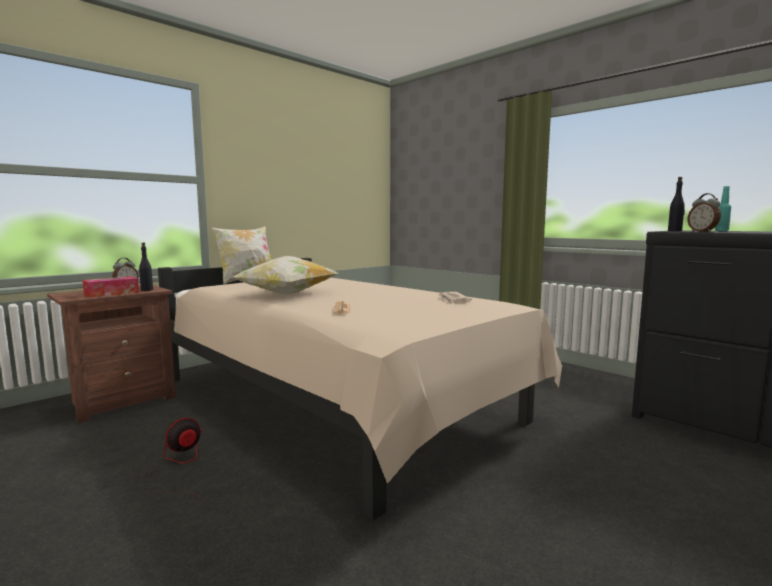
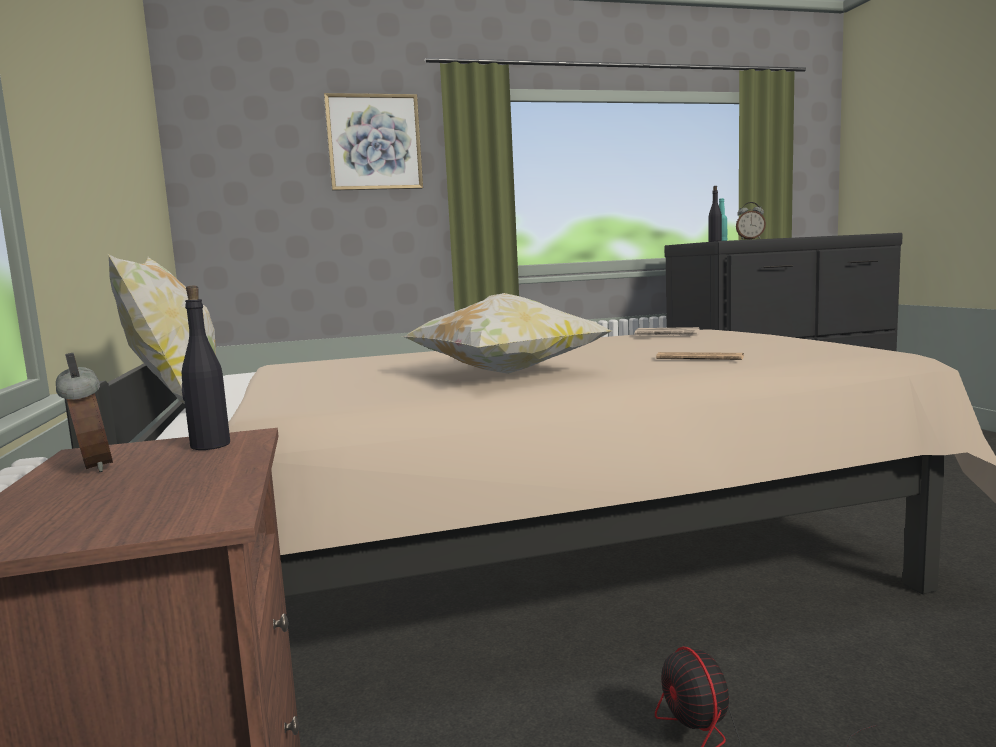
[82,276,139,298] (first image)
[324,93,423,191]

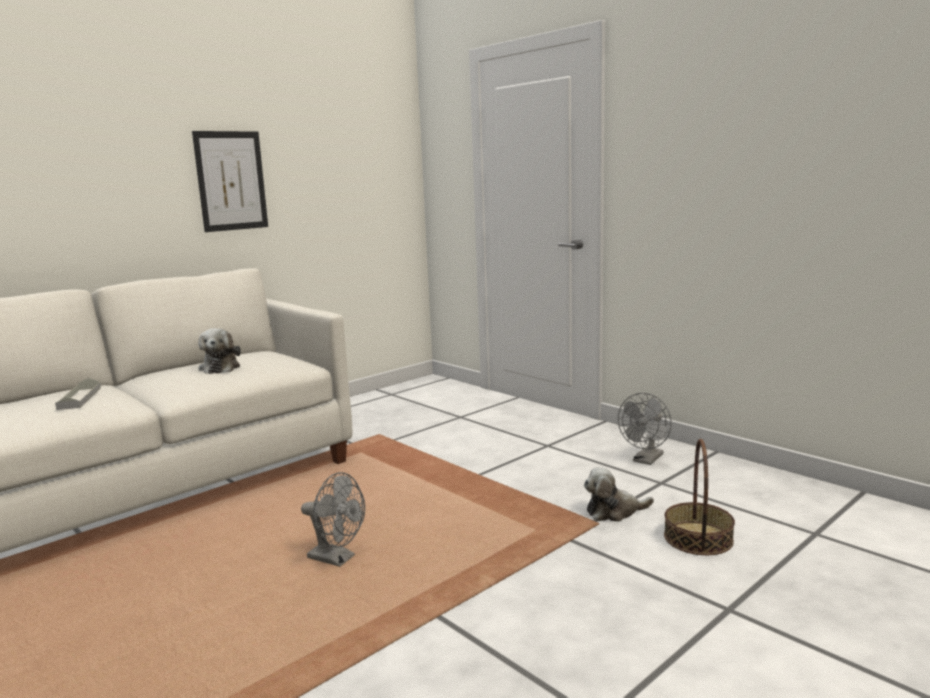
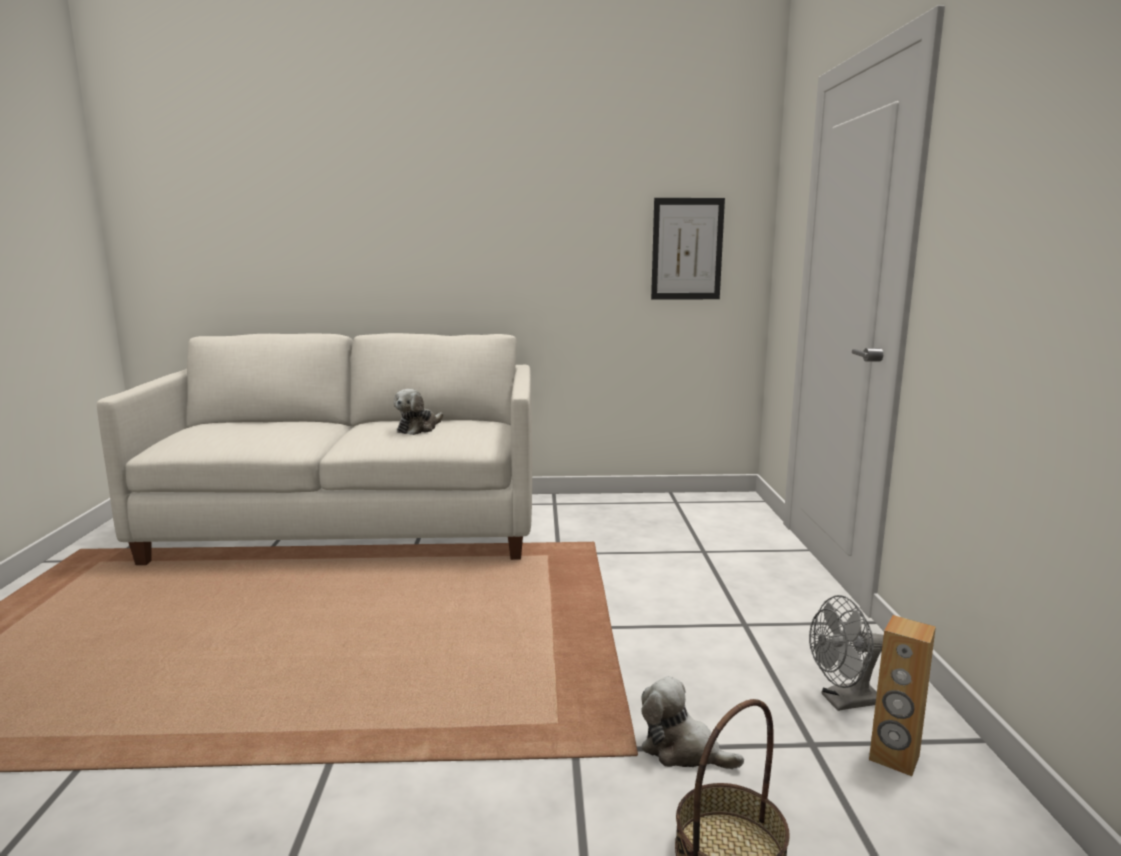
[651,198,725,299]
[55,378,101,410] (first image)
[301,472,365,567] (first image)
[869,615,936,776]

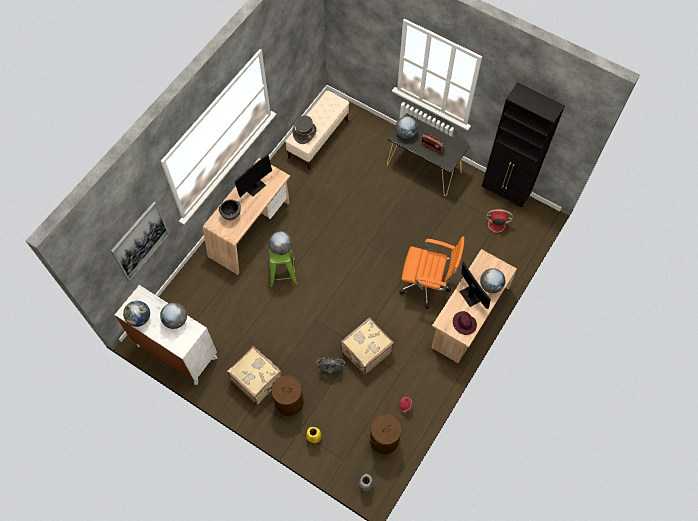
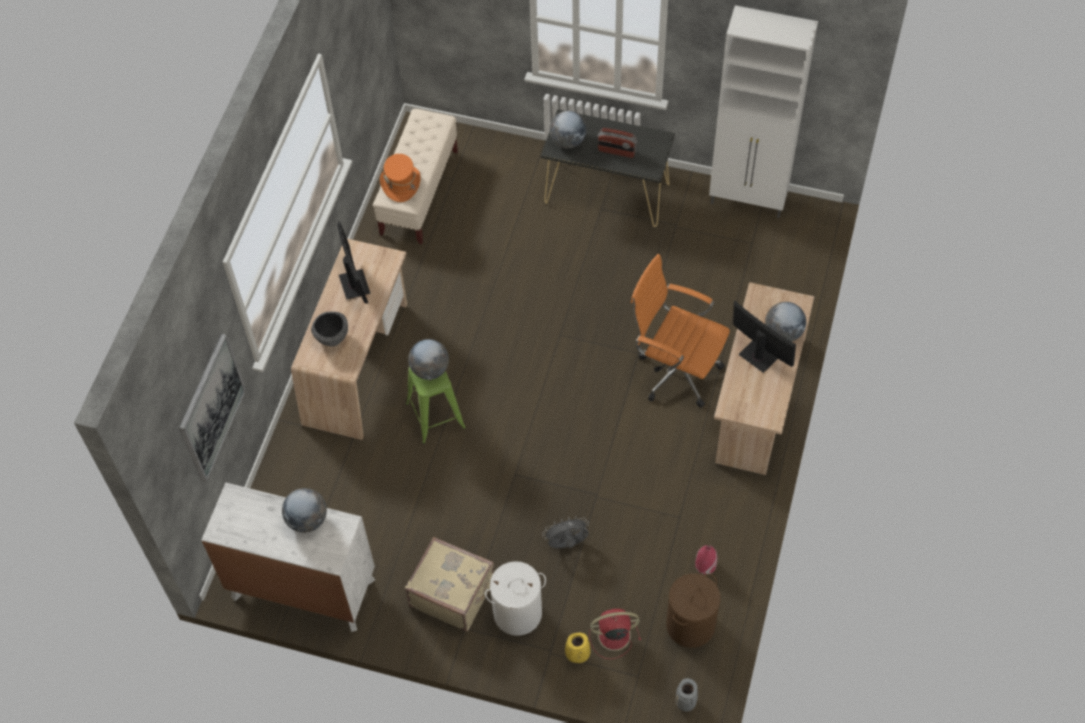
[709,5,818,218]
[380,154,421,202]
[337,221,371,303]
[589,609,641,659]
[631,254,730,408]
[123,301,150,327] (first image)
[453,311,477,335] (first image)
[341,317,394,375] (first image)
[485,561,546,636]

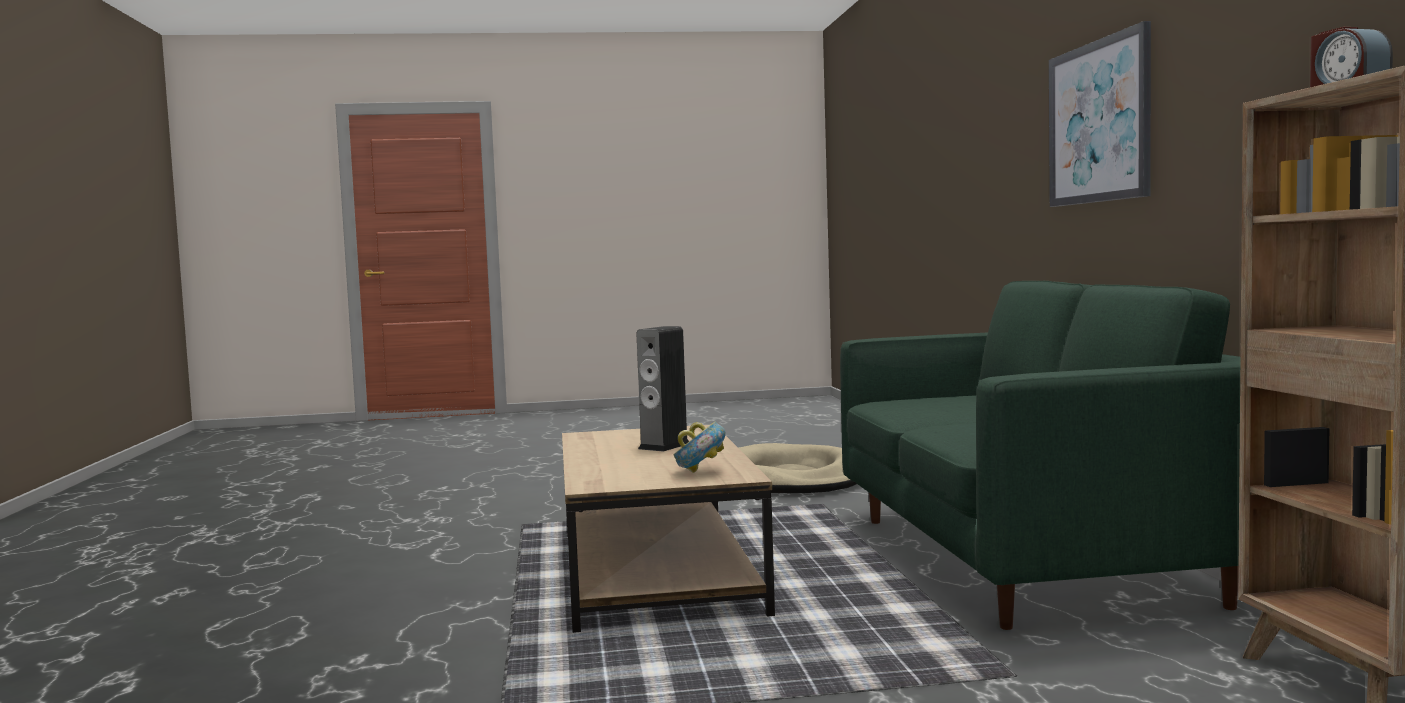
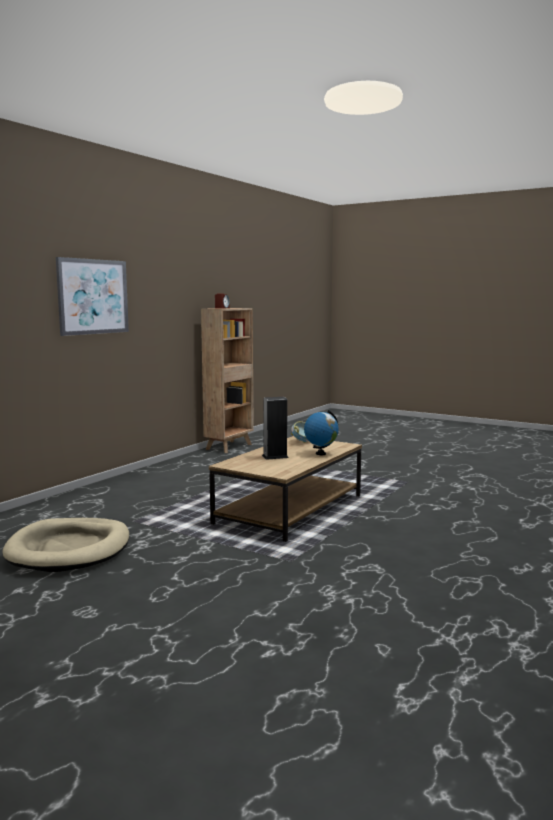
[840,281,1240,630] (first image)
[304,410,339,455]

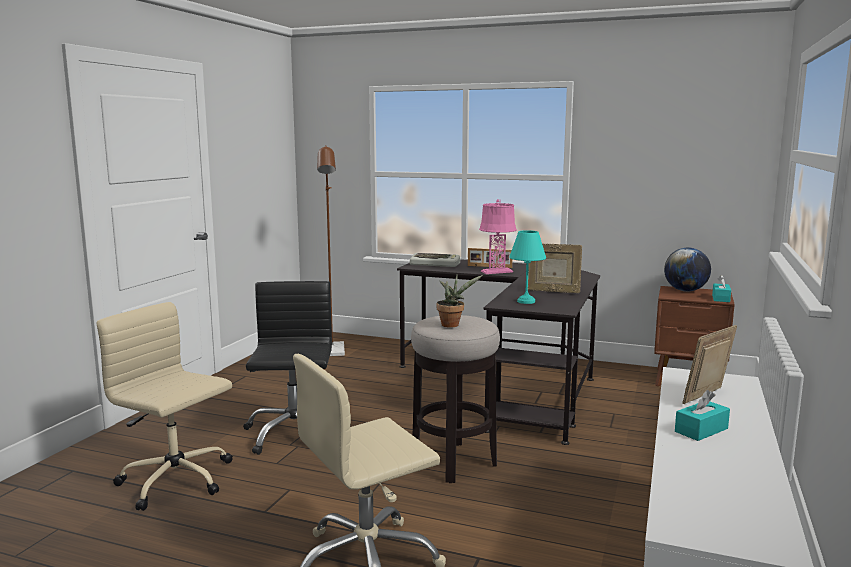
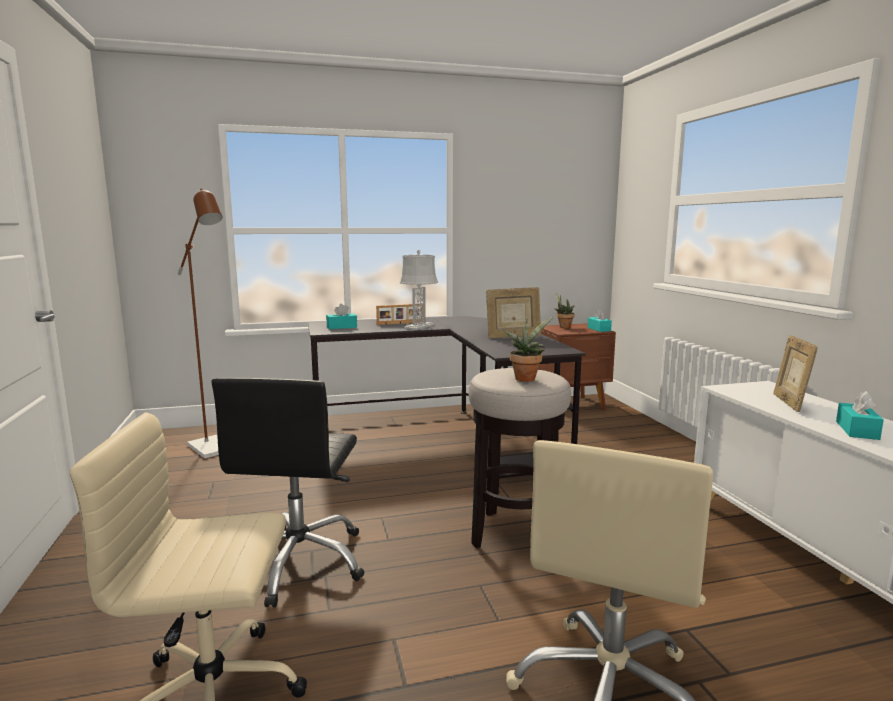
[399,250,438,330]
[509,230,546,304] (first image)
[554,293,574,328]
[326,303,357,329]
[212,378,364,608]

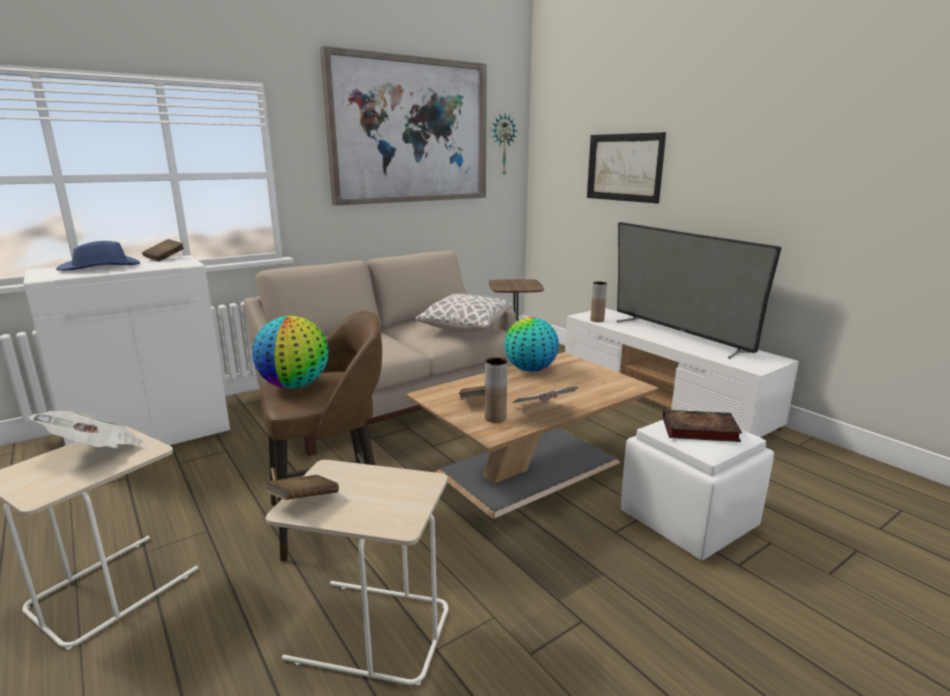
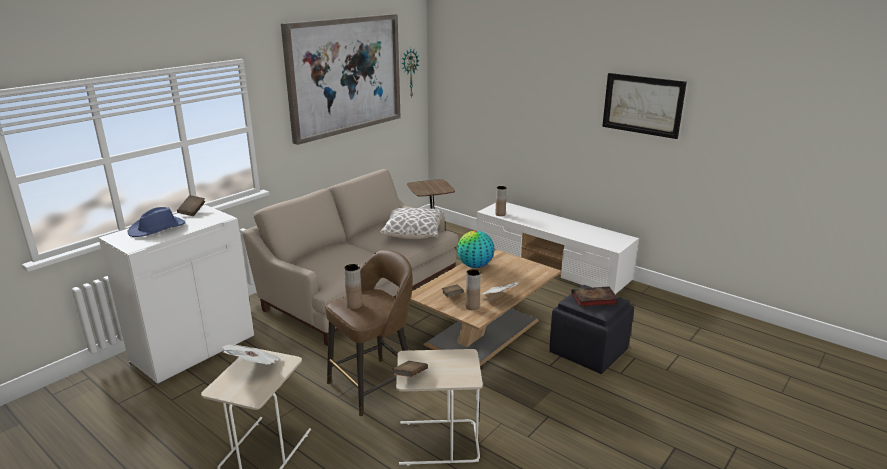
[602,73,687,139]
[617,222,781,359] (first image)
[344,264,362,309]
[549,285,634,374]

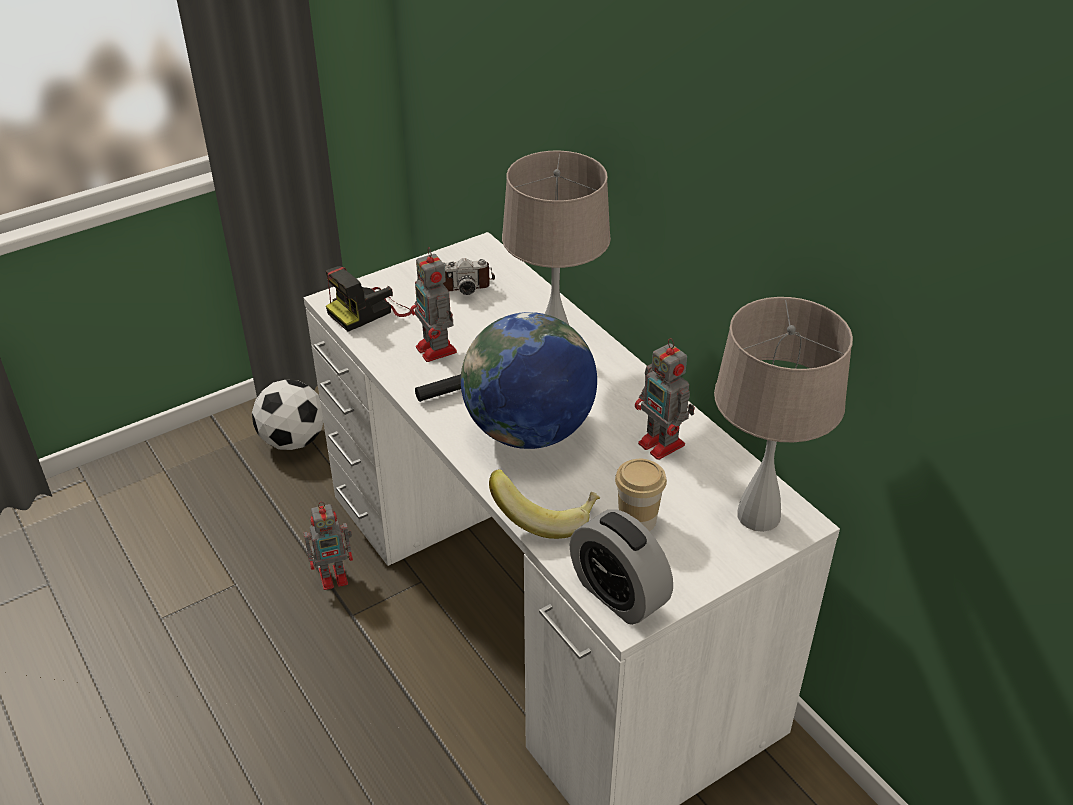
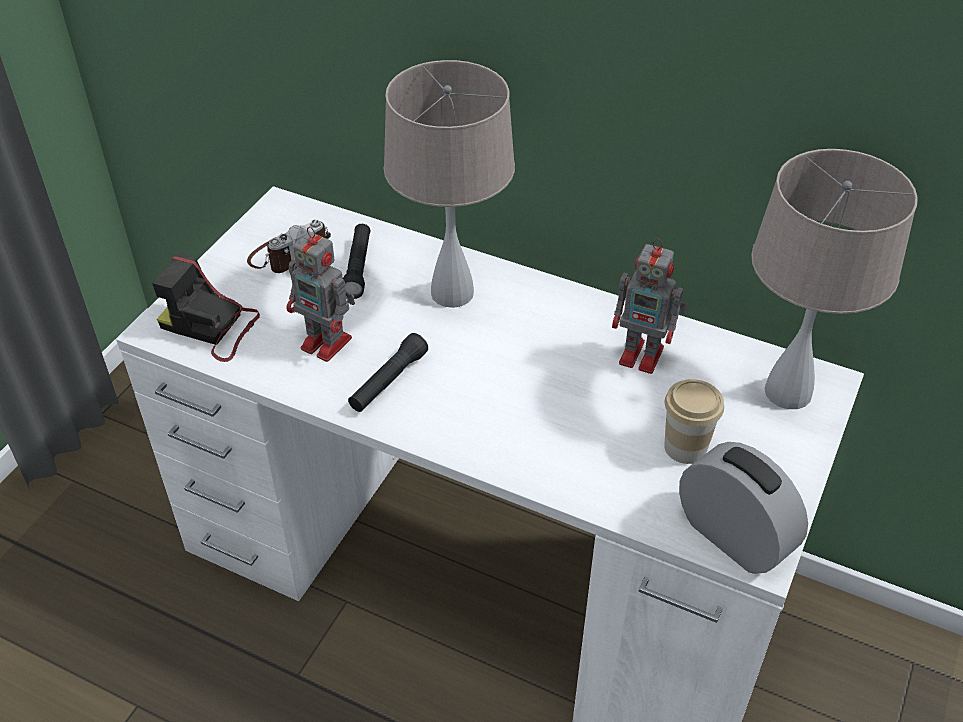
[152,253,260,362]
[461,312,597,449] (first image)
[252,380,323,450] (first image)
[489,469,600,539] (first image)
[304,502,353,590] (first image)
[679,442,808,574]
[343,224,370,299]

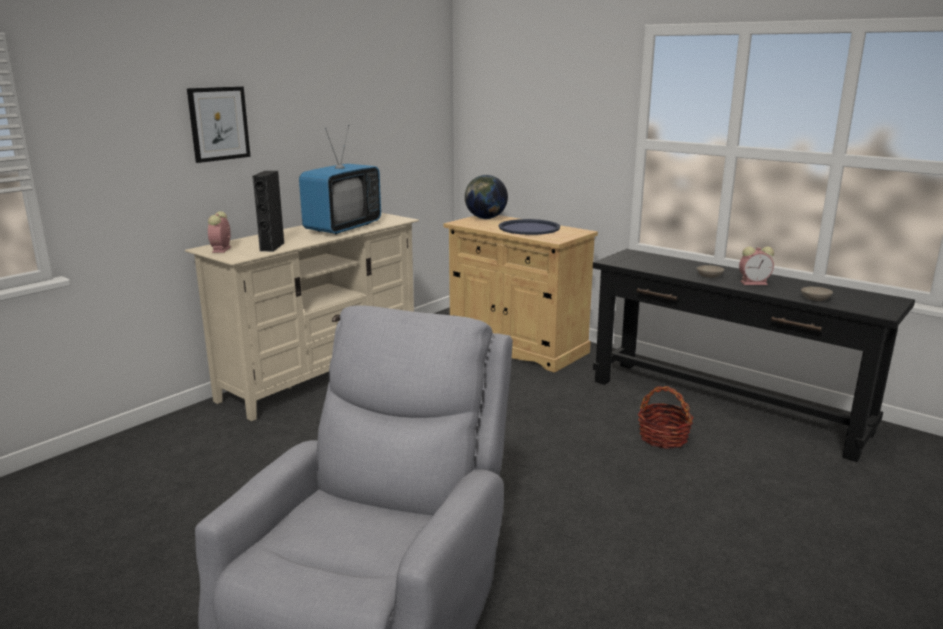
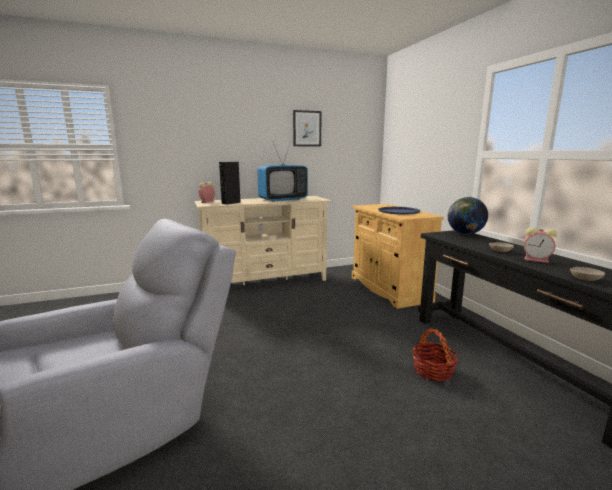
[293,110,322,147]
[448,197,488,235]

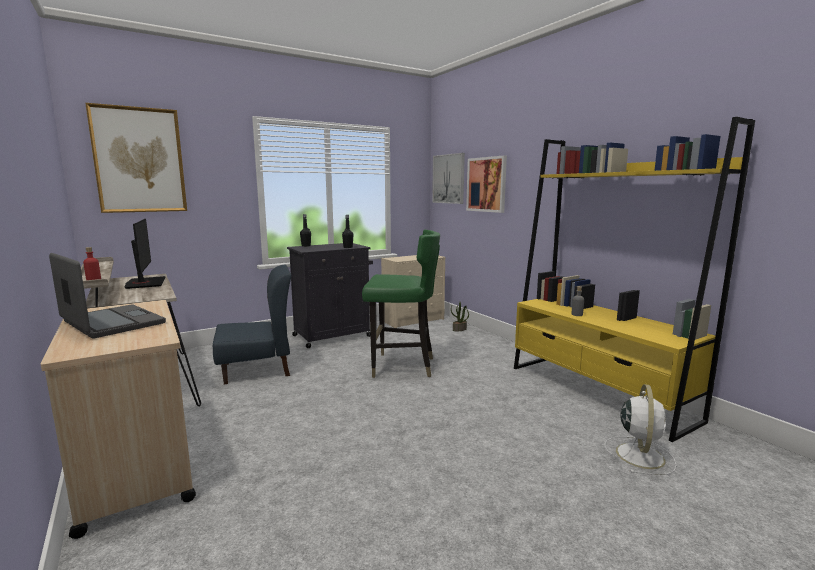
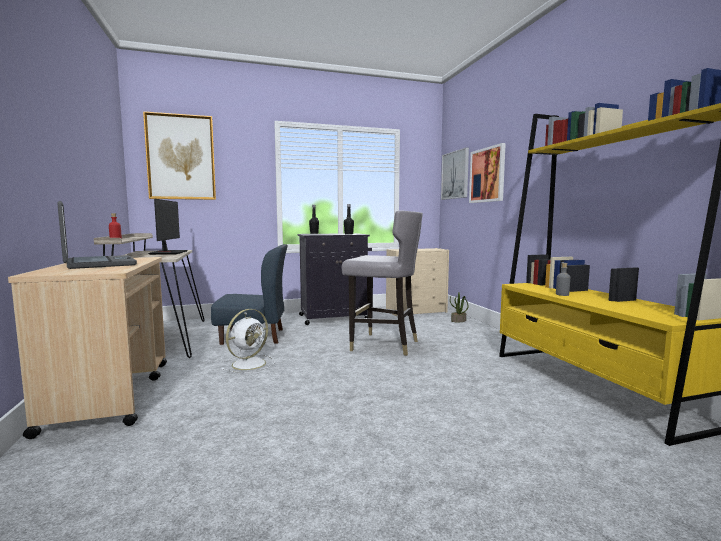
[342,210,423,356]
[221,309,275,373]

